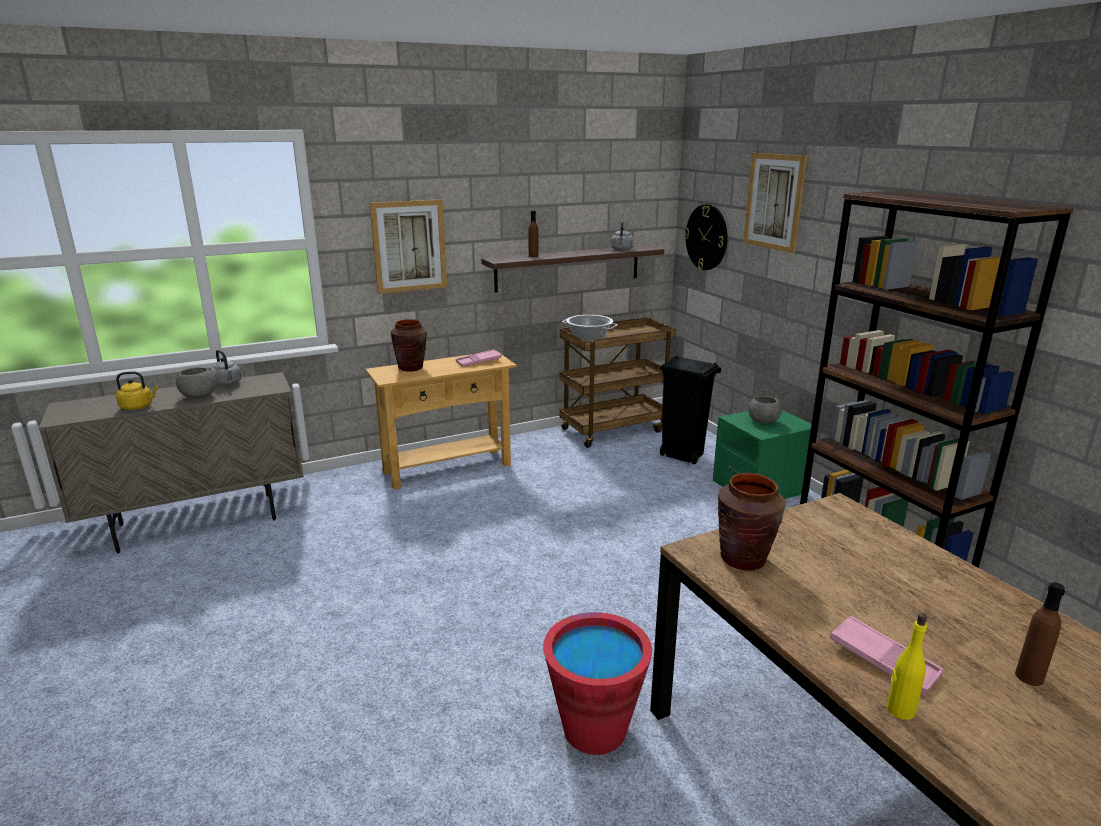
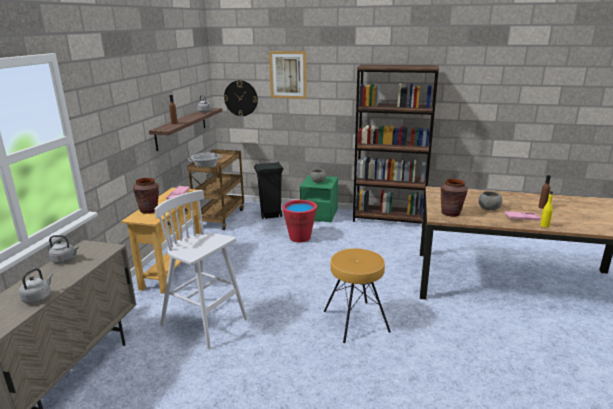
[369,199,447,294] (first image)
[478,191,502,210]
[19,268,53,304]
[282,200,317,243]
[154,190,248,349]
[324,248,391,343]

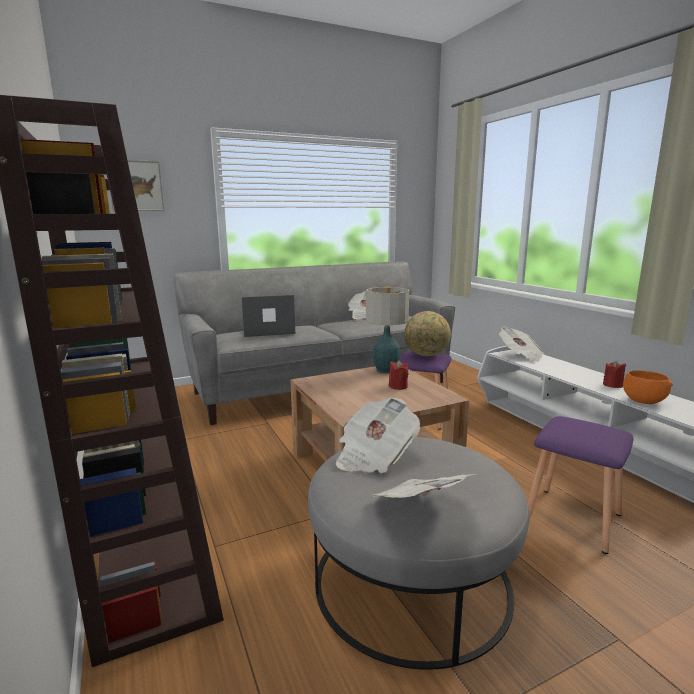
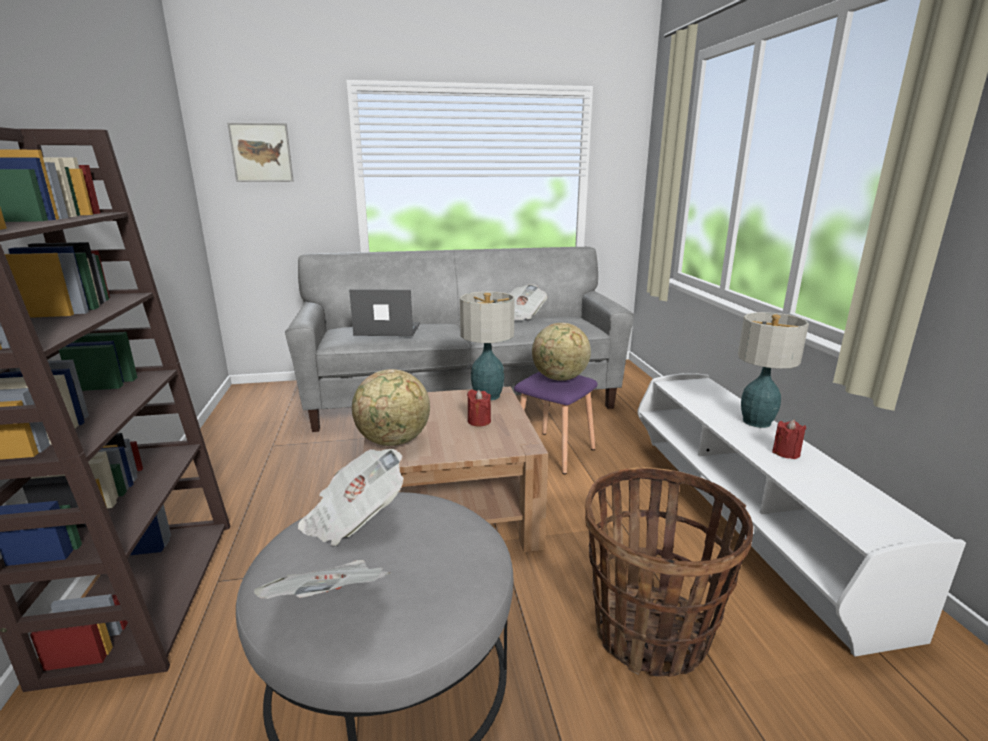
[499,326,545,362] (first image)
[623,370,673,404] (first image)
[585,467,753,677]
[738,312,809,428]
[352,369,430,446]

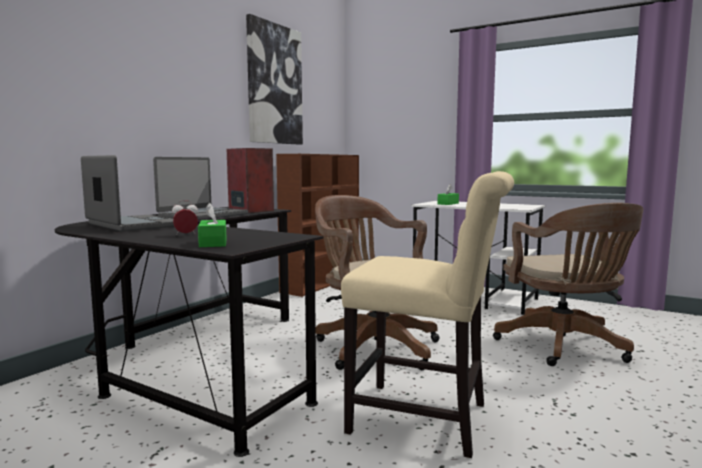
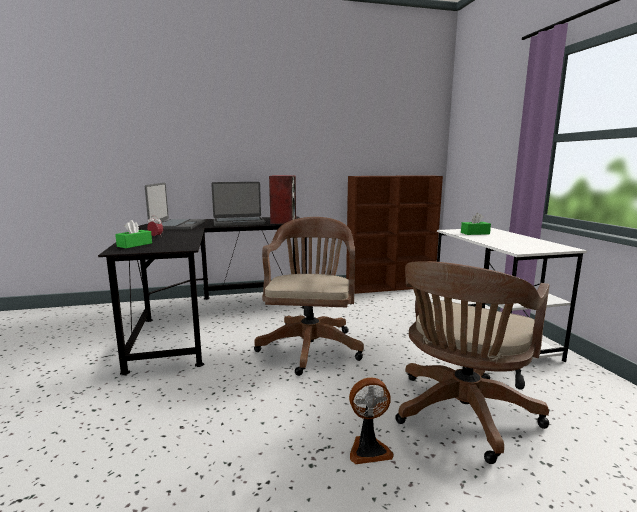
[246,14,303,145] (first image)
[341,171,514,458] (first image)
[349,377,394,464]

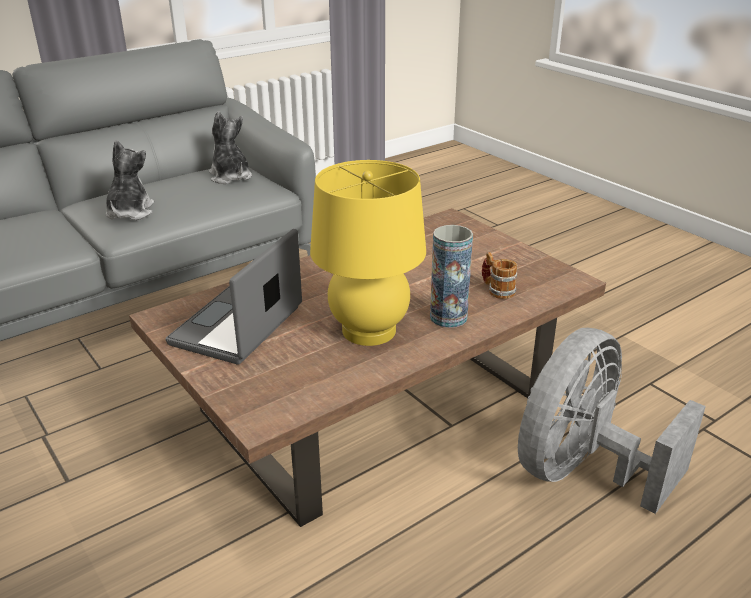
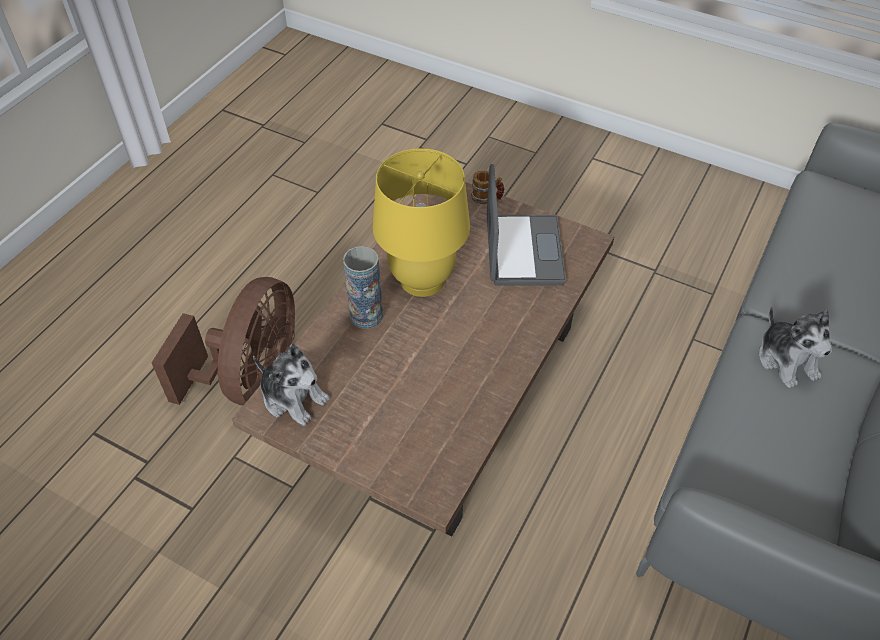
[253,344,330,426]
[471,170,505,204]
[152,277,295,405]

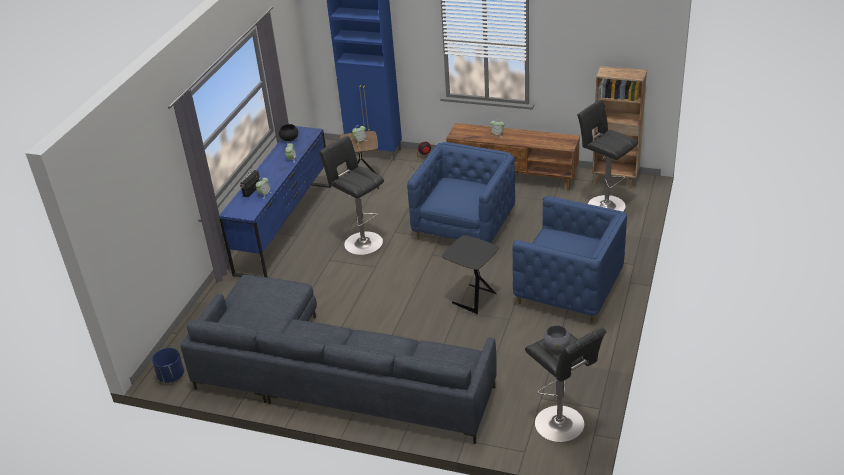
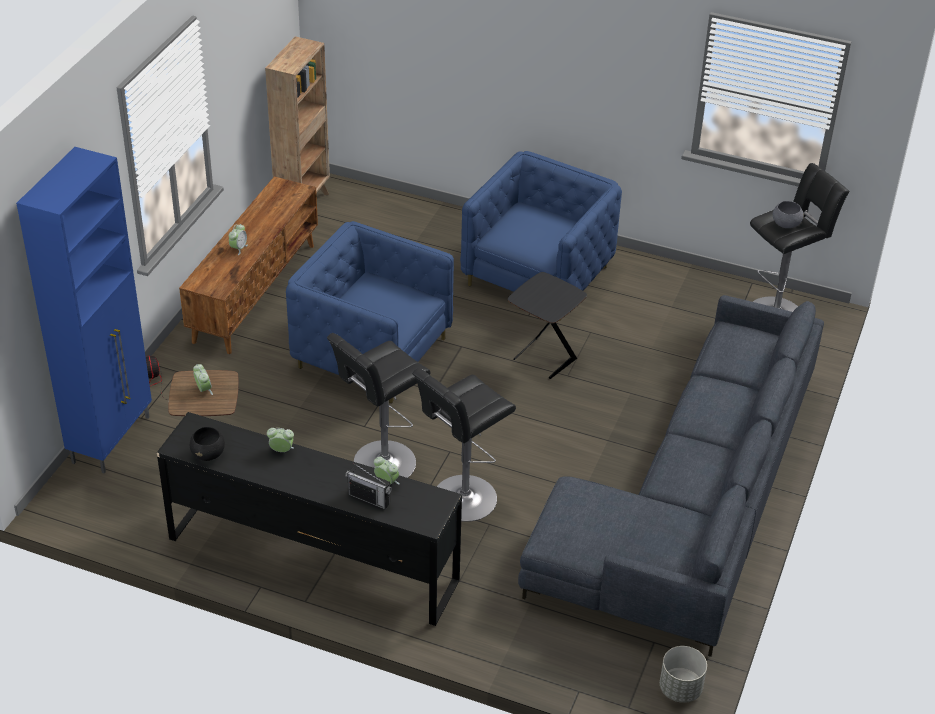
[412,368,516,522]
[157,412,462,626]
[660,646,707,703]

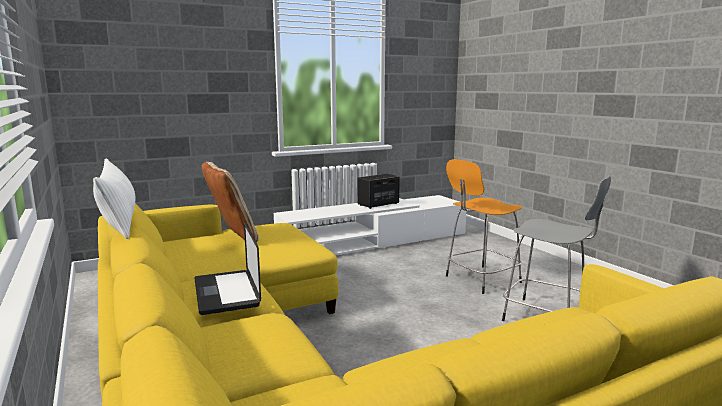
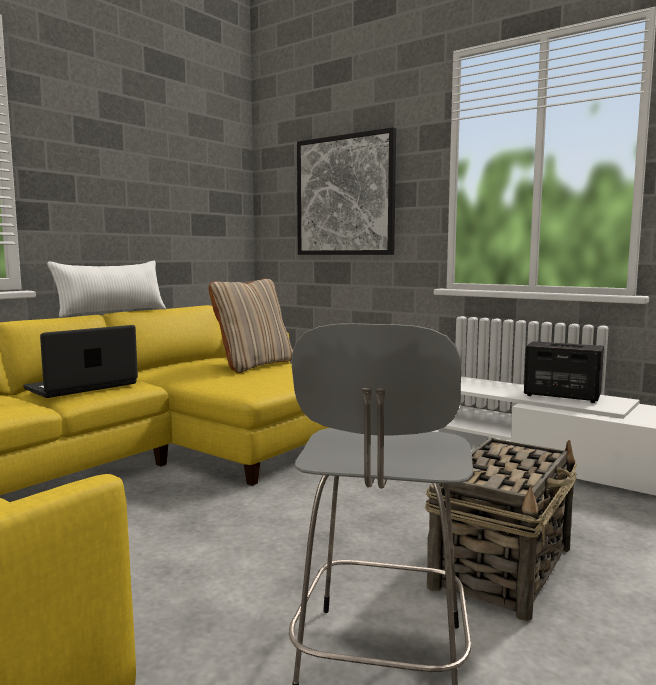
[425,438,577,621]
[297,127,396,255]

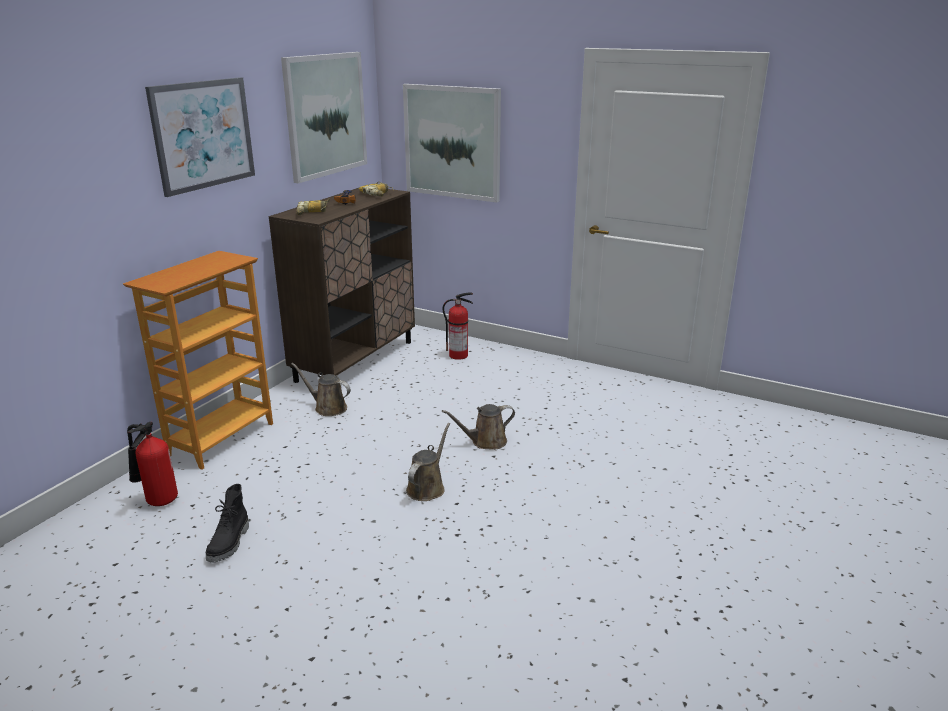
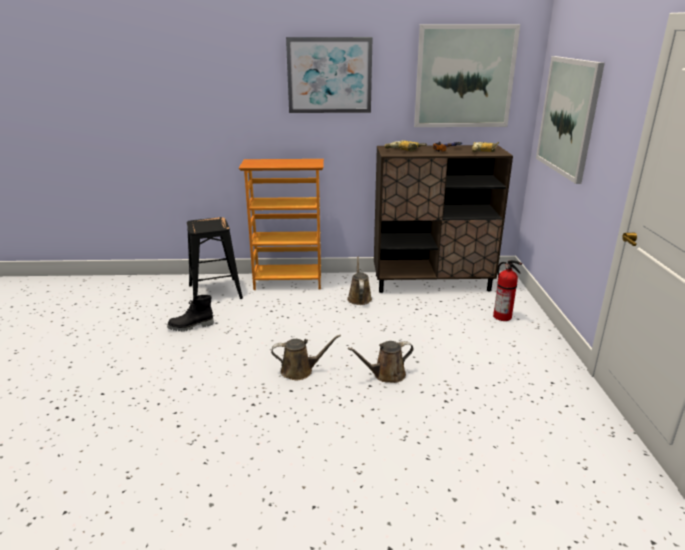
[348,341,414,383]
[187,217,243,299]

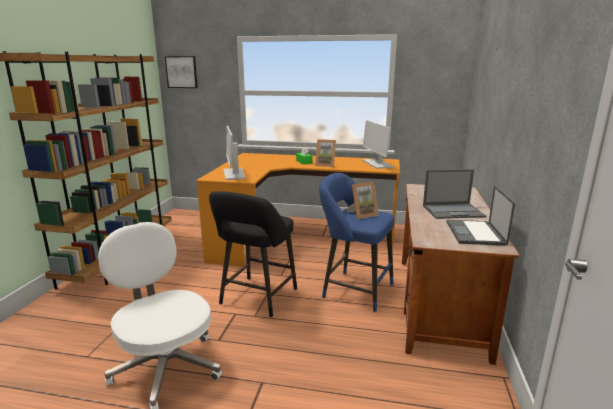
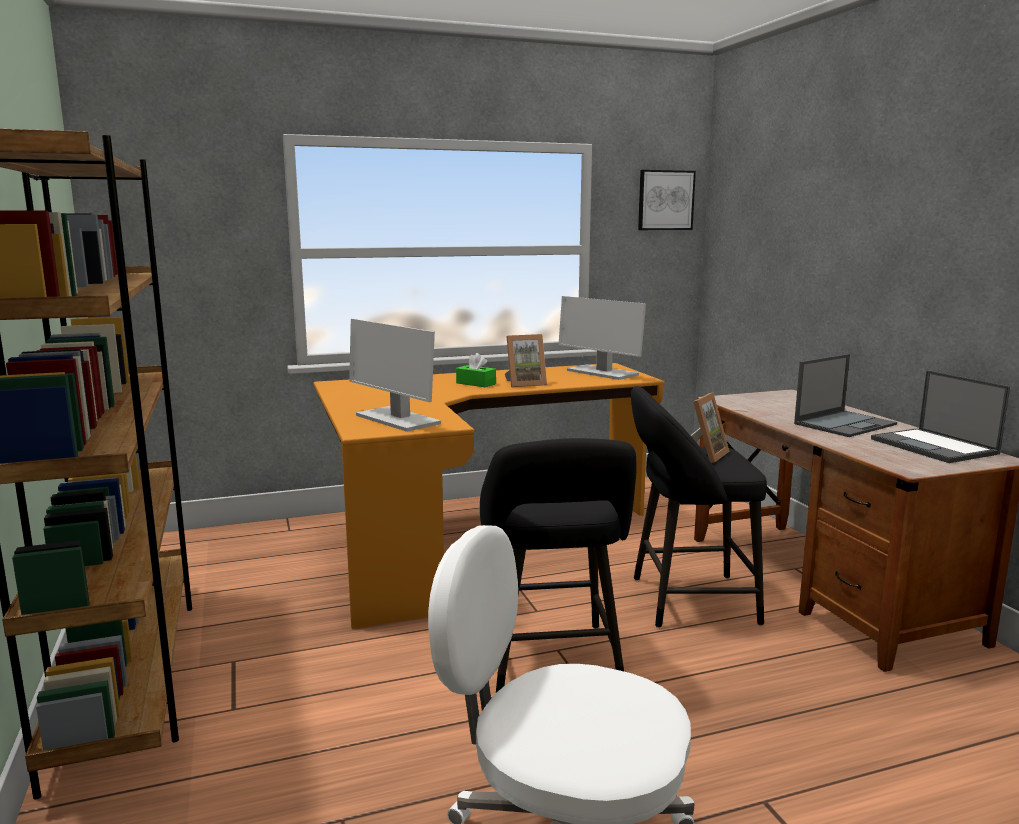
[638,170,696,230]
[631,386,767,628]

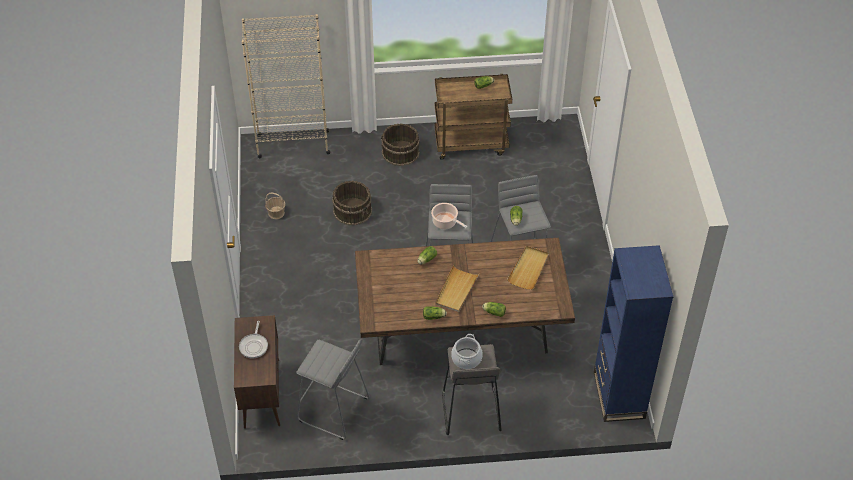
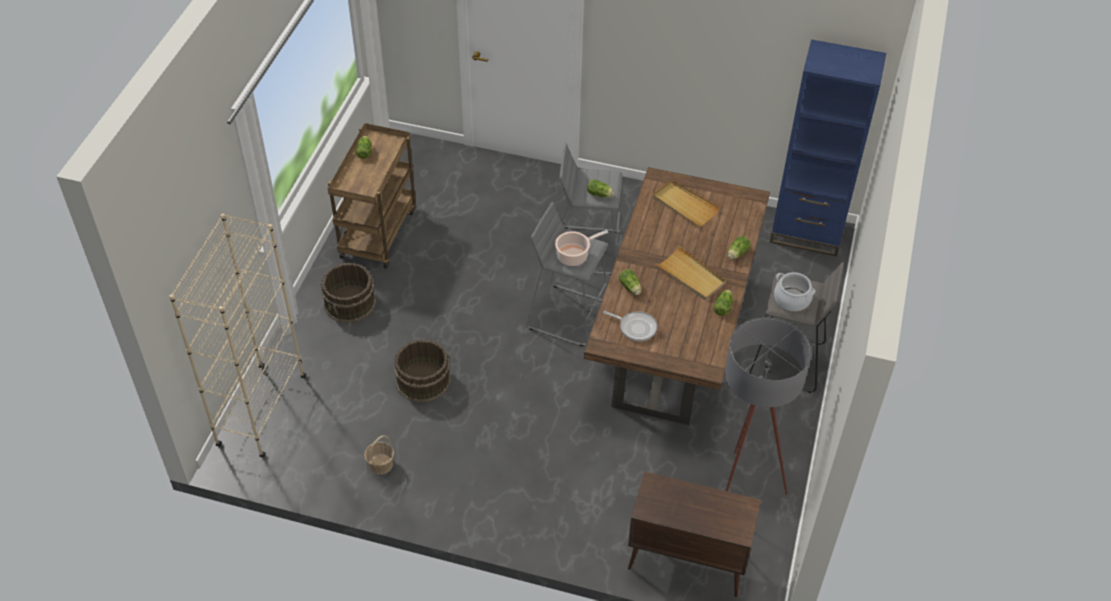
[603,311,657,342]
[725,317,812,495]

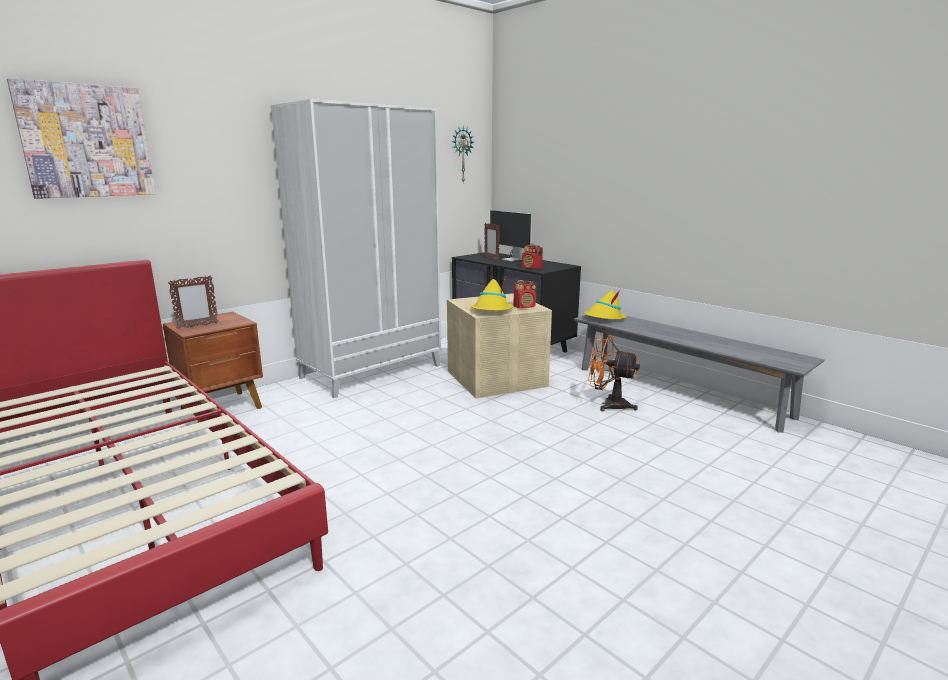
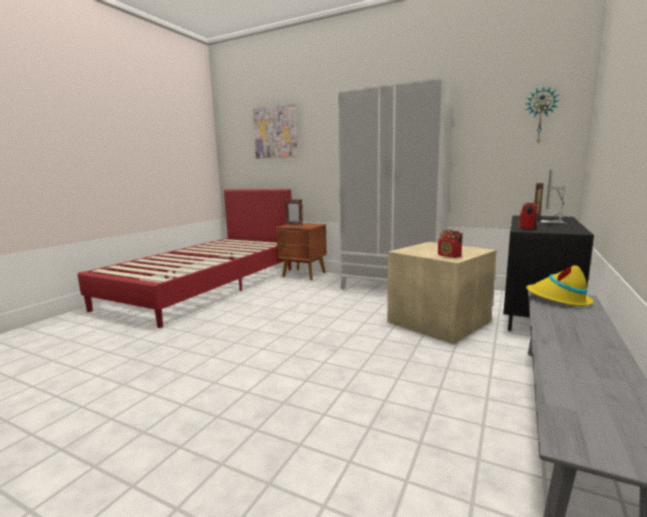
[471,277,514,310] (first image)
[587,335,640,411] (first image)

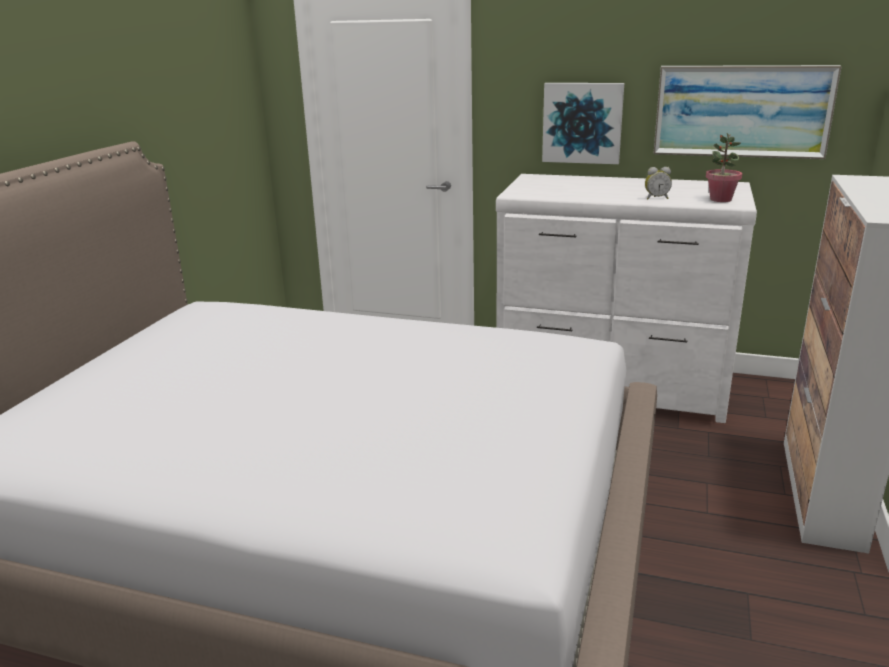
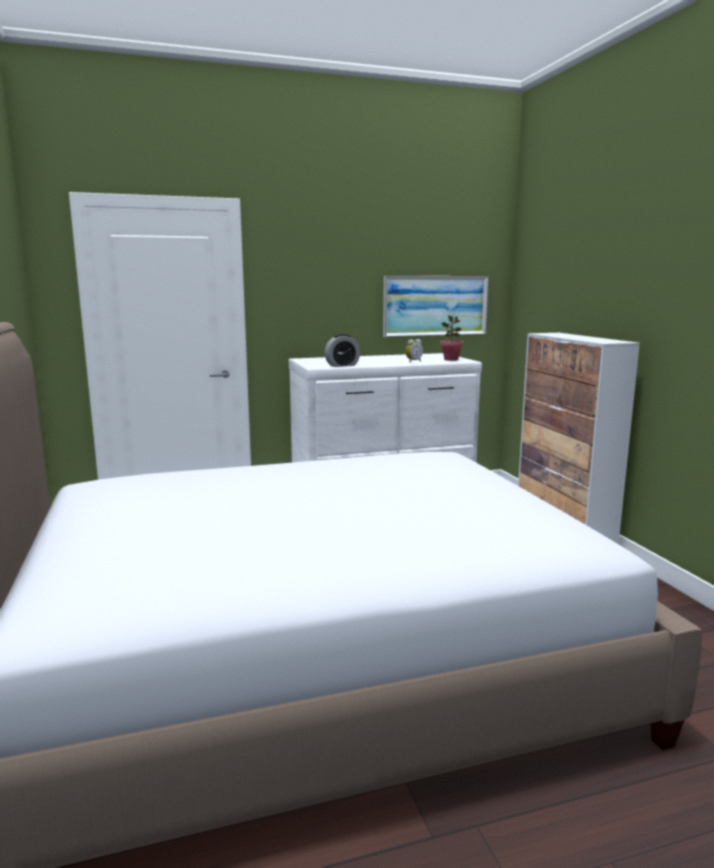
[542,83,624,164] (first image)
[325,334,360,367]

